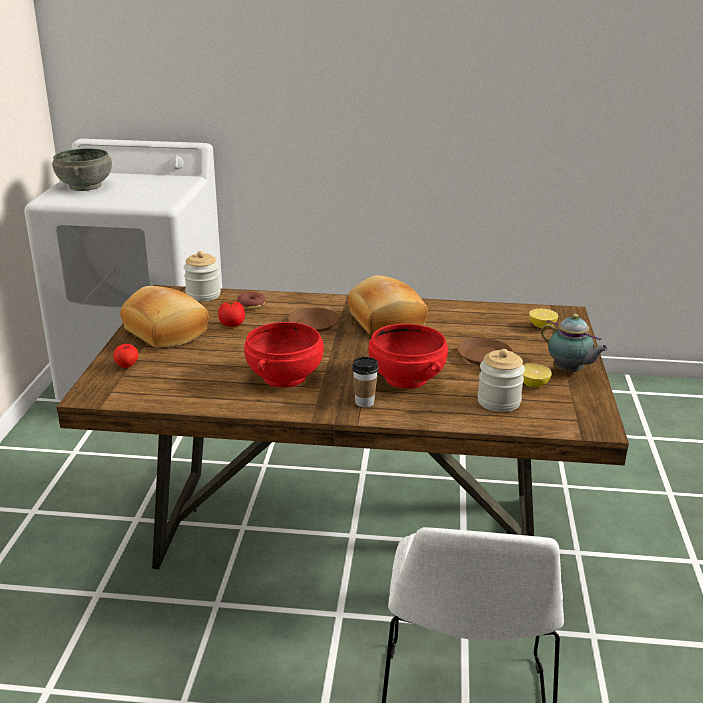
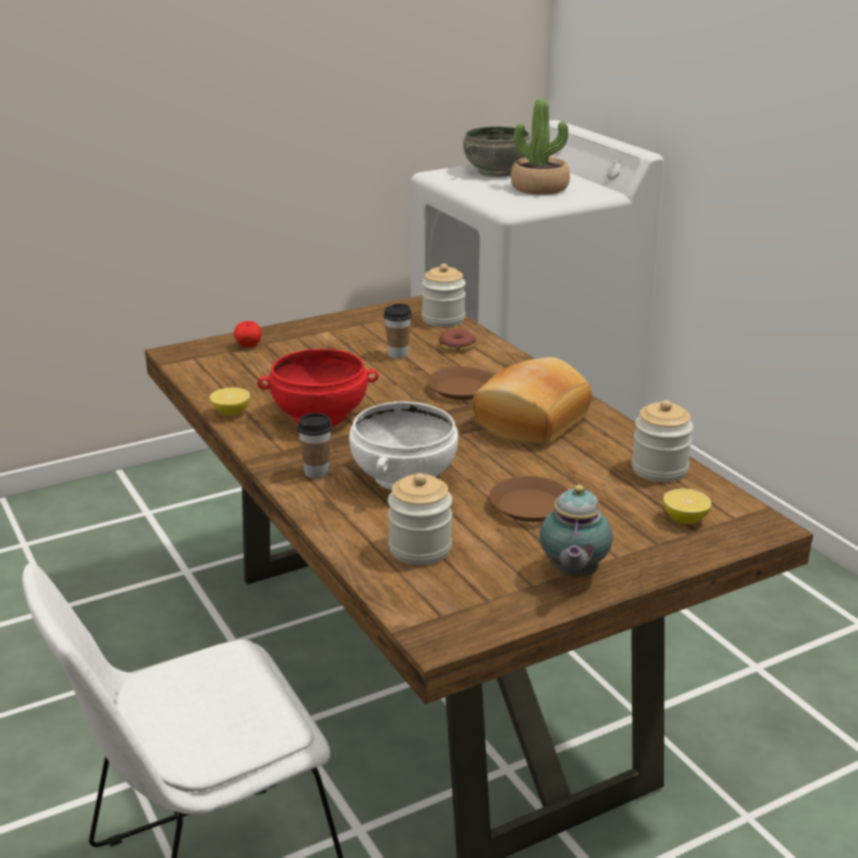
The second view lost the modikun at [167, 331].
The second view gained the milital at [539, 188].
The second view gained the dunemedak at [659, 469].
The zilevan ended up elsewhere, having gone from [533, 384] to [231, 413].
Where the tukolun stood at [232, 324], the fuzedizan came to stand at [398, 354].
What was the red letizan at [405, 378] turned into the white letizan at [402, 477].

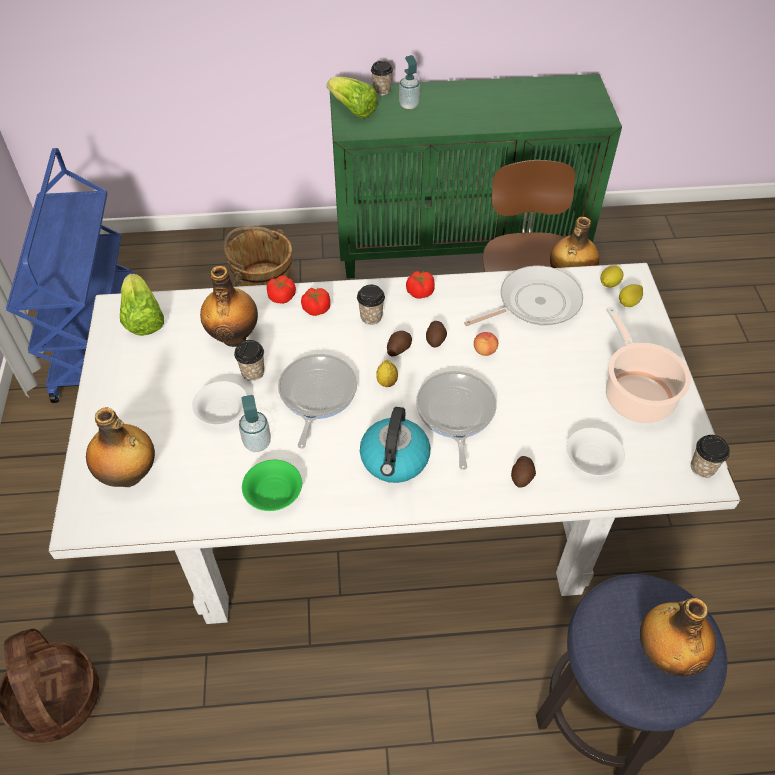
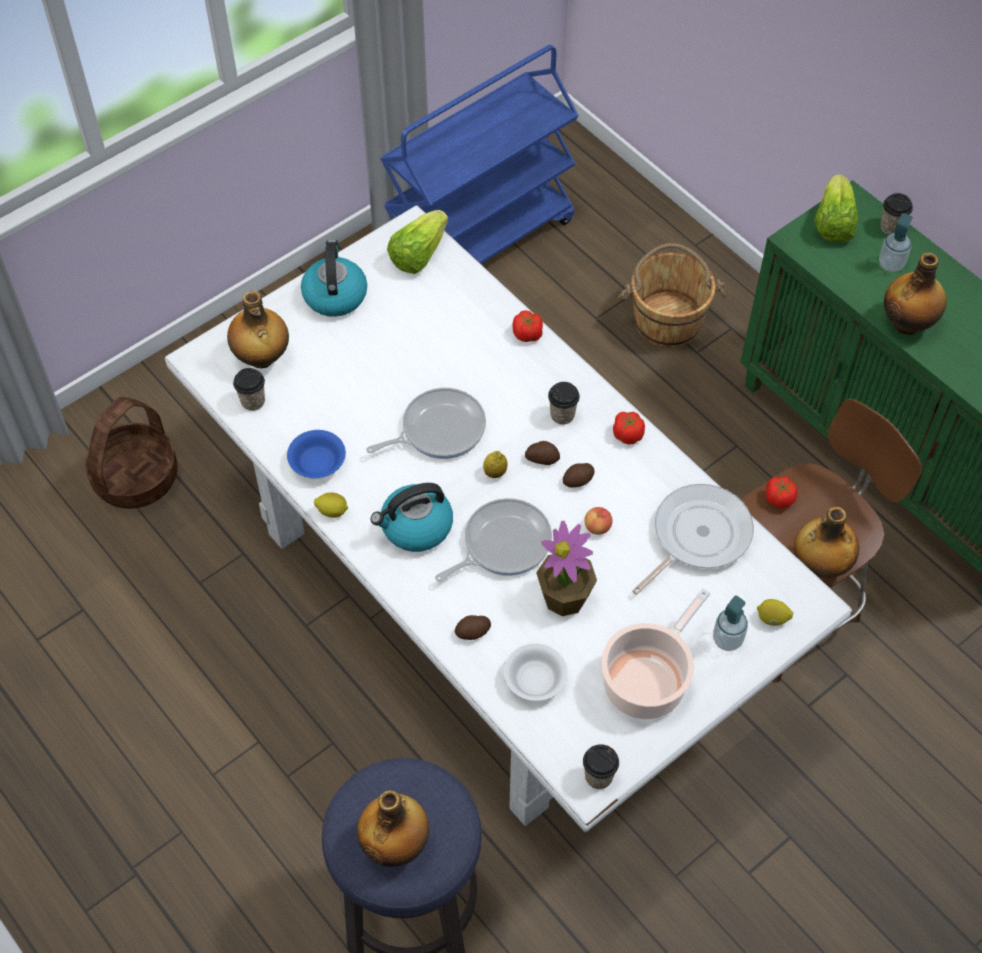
The second view lost the white letizan at [221, 412].
The second view gained the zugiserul at [334, 295].
The second view gained the milital at [565, 597].
The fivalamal ended up elsewhere, having gone from [234, 336] to [908, 323].
The fuzedizan ended up elsewhere, having gone from [253, 372] to [253, 401].
The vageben ended up elsewhere, having gone from [257, 443] to [727, 640].
The tukolun ended up elsewhere, having gone from [316, 309] to [779, 498].
The zilevan ended up elsewhere, having gone from [609, 284] to [332, 511].
What was the green letizan at [272, 493] turned into the blue letizan at [317, 462].
The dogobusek at [534, 303] ended up facing another way, 75 degrees counterclockwise from before.

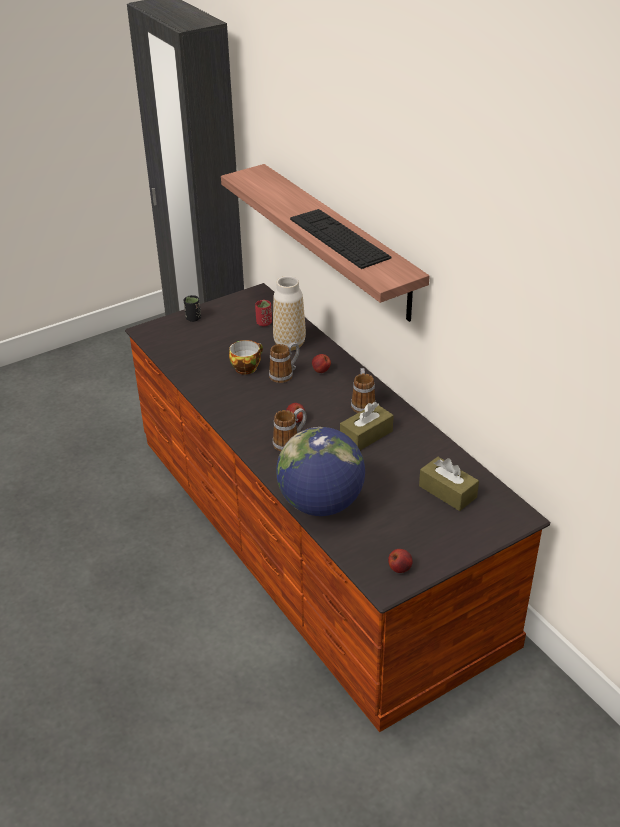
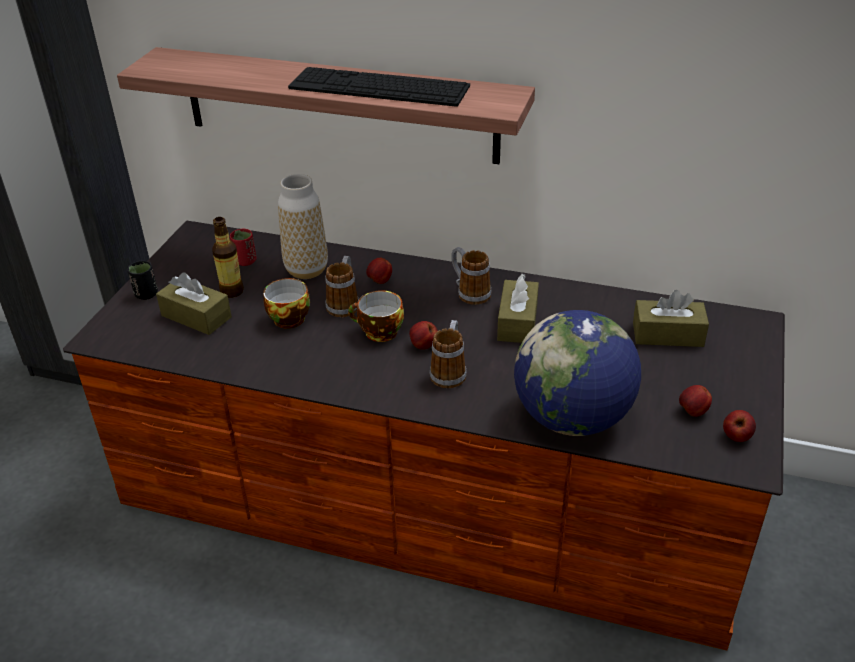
The second view gained the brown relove at [196, 316].
The second view gained the fivalamal at [232, 291].
The second view gained the fuzedizan at [378, 333].
The second view gained the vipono at [692, 412].

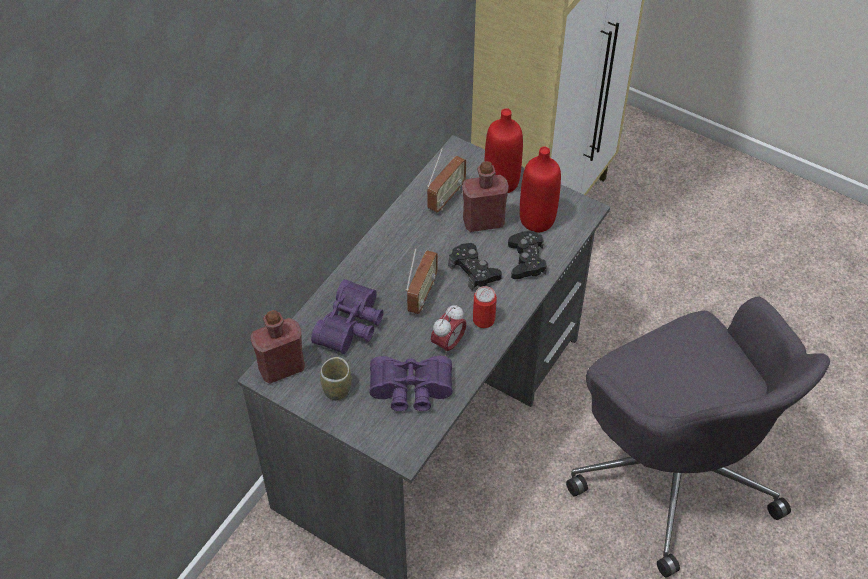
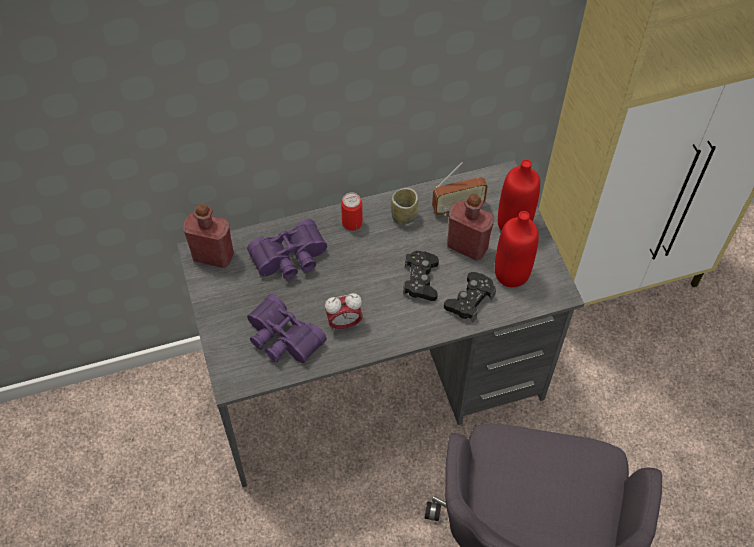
The second view lost the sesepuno at [422, 295].
The fuzedizan ended up elsewhere, having gone from [337, 389] to [404, 216].
The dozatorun ended up elsewhere, having gone from [483, 319] to [352, 223].

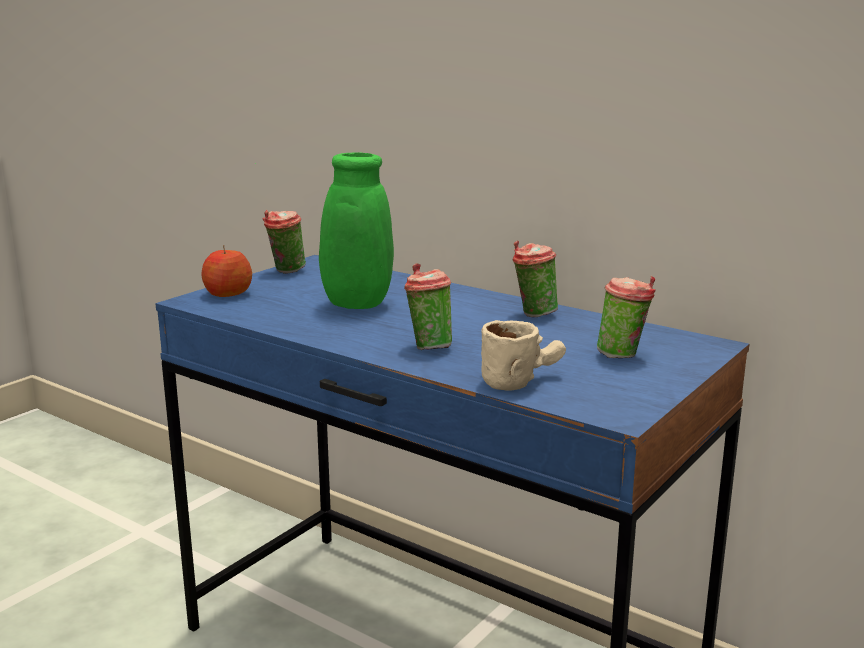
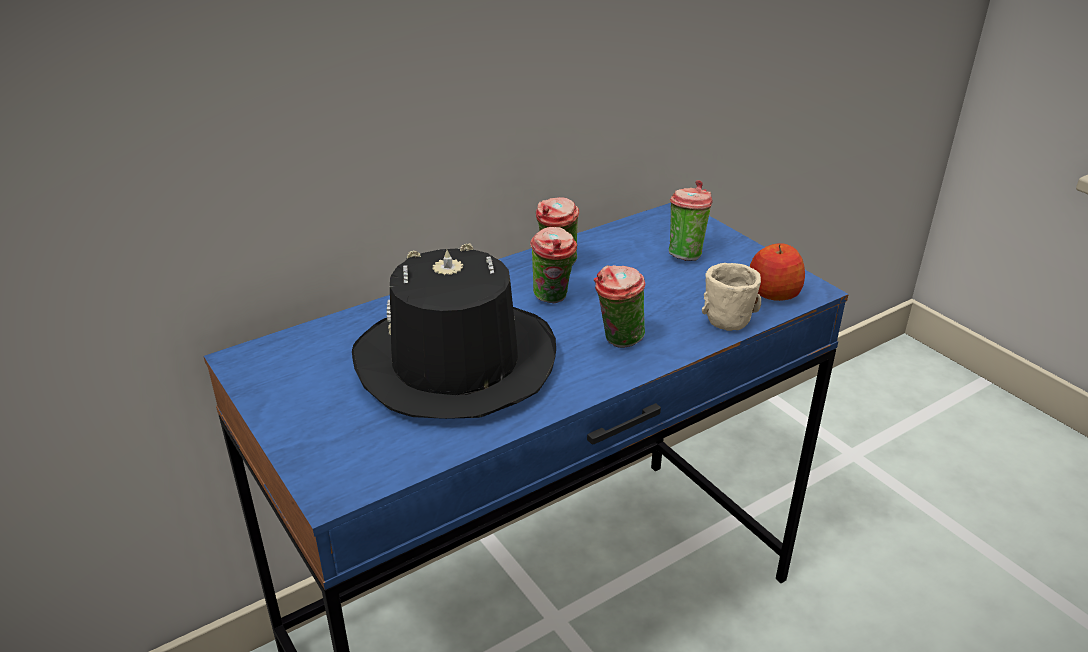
The vipono ended up elsewhere, having gone from [227, 293] to [773, 293].
The fuzedizan ended up elsewhere, having gone from [286, 271] to [553, 299].
Where the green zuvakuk stood at [352, 305], the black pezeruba came to stand at [455, 363].

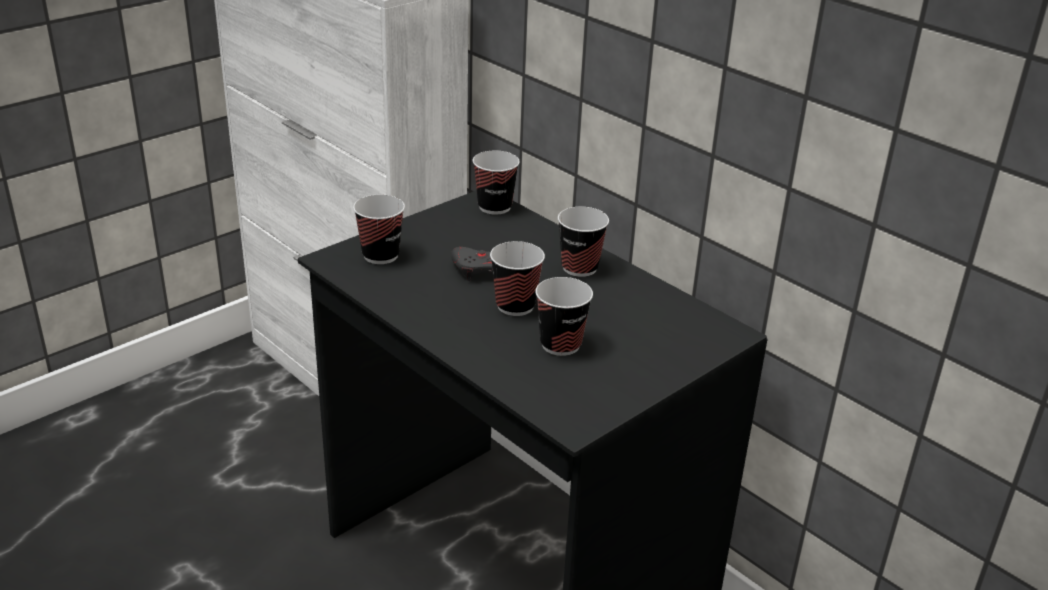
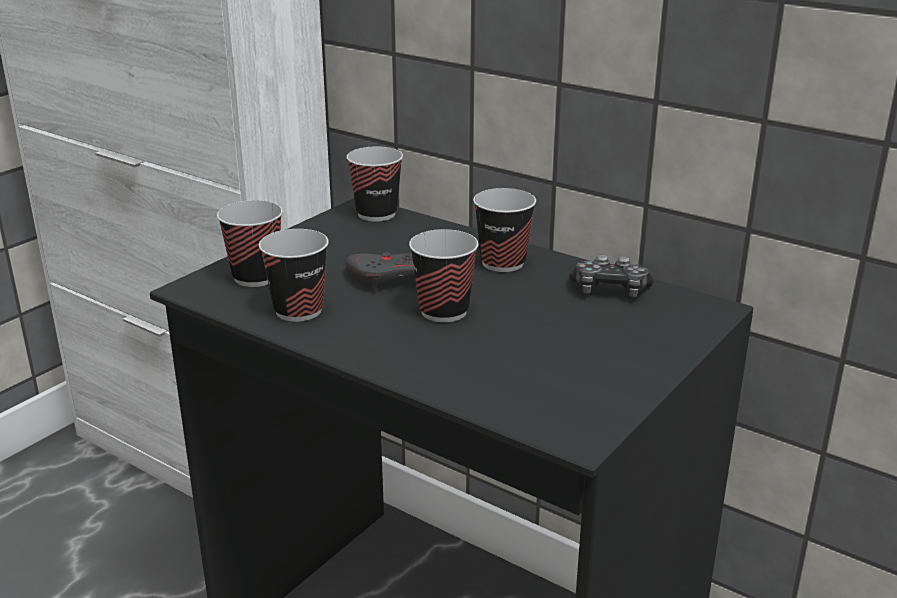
The second view gained the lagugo at [610, 291].
The fuzedizan ended up elsewhere, having gone from [560, 344] to [298, 310].

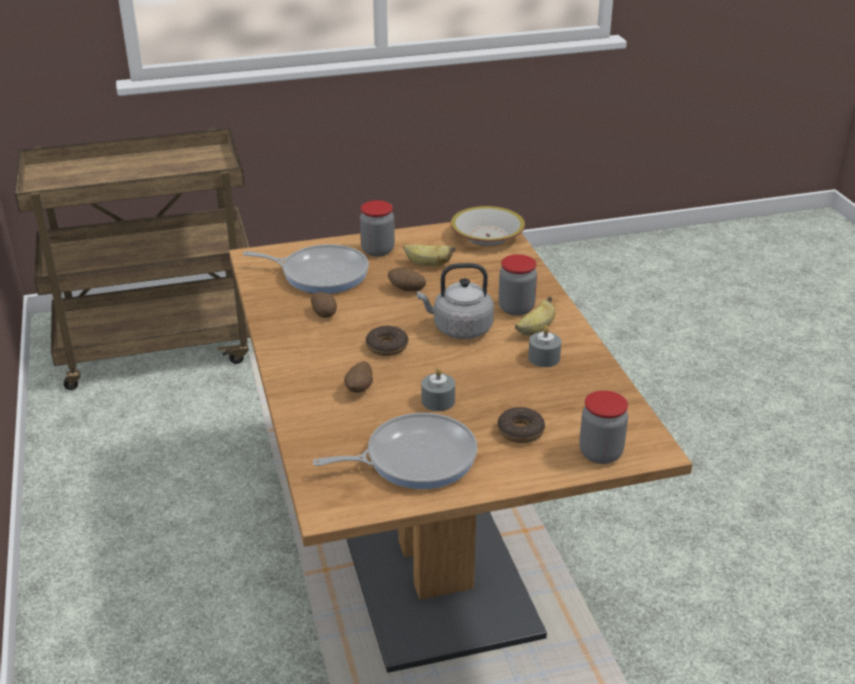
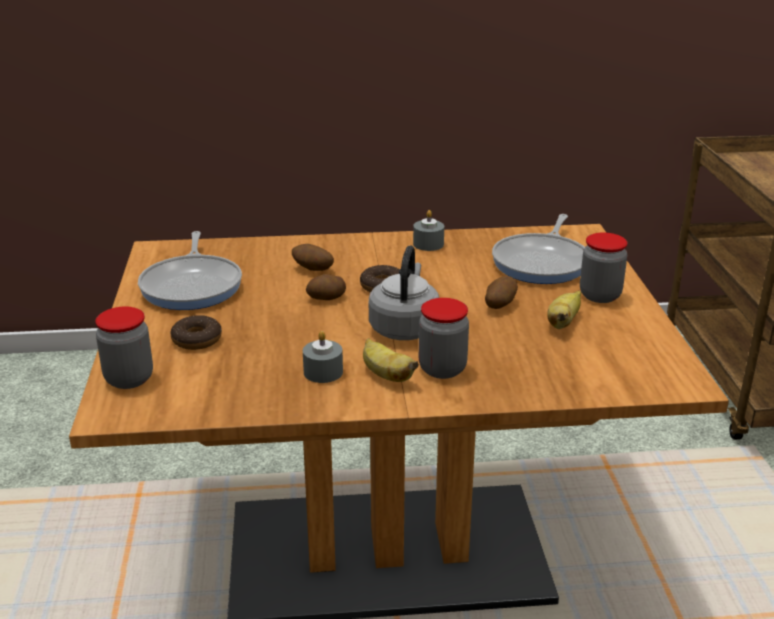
The second view lost the letizan at [487, 236].
The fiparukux ended up elsewhere, having gone from [325, 313] to [327, 298].
The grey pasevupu ended up elsewhere, having gone from [438, 401] to [428, 244].

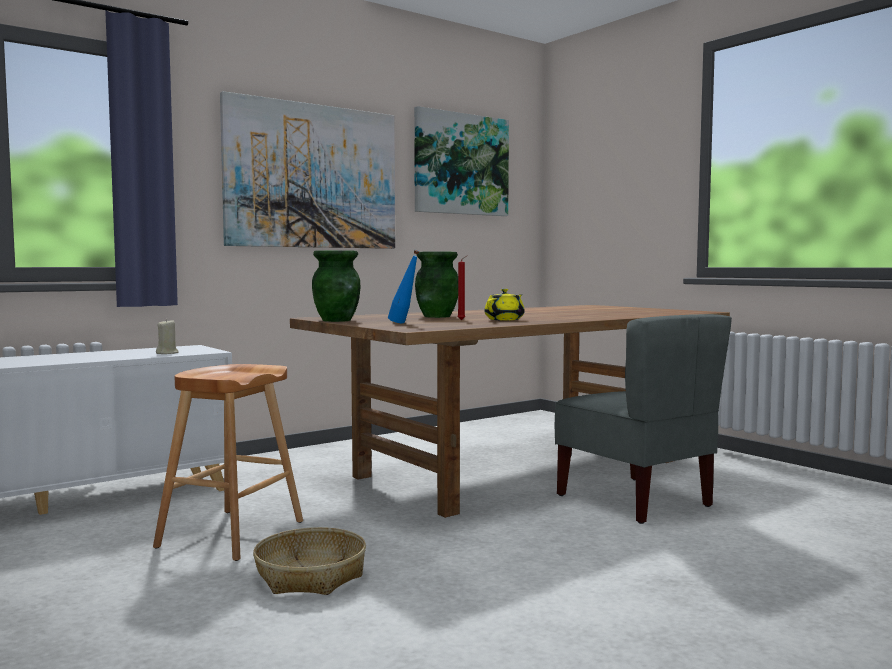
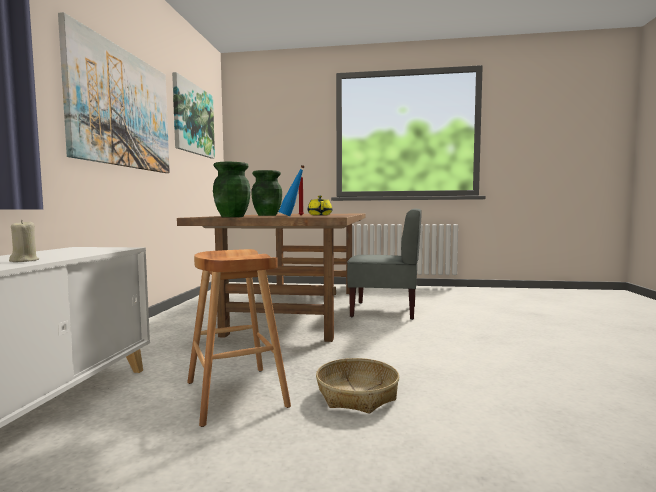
The beige pasevupu ended up elsewhere, having gone from [167, 353] to [24, 261].

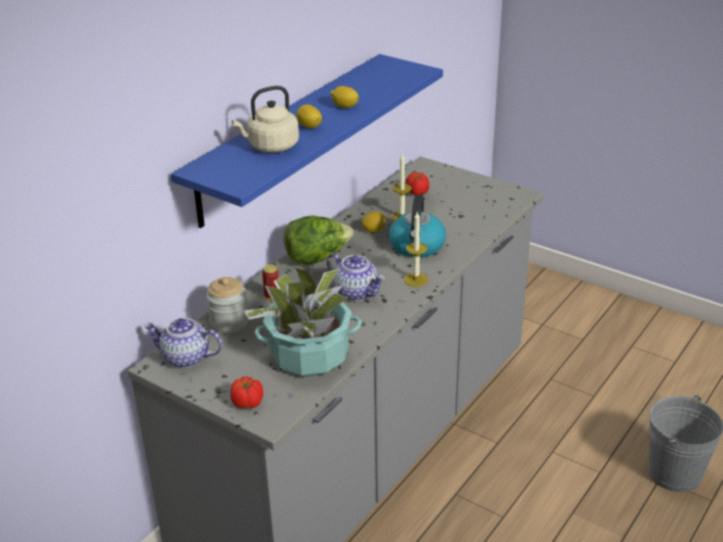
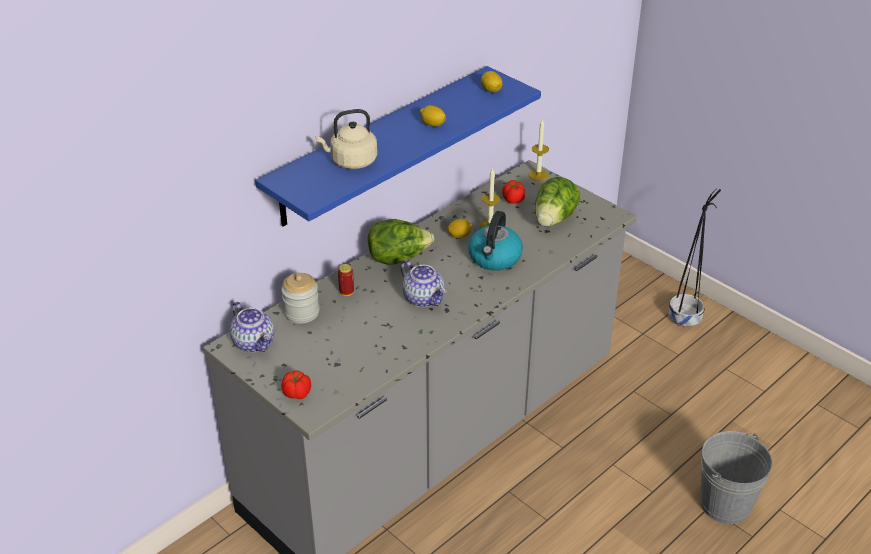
The second view lost the milital at [309, 355].
The second view gained the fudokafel at [554, 220].
The second view gained the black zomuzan at [685, 318].
The zilevan ended up elsewhere, having gone from [309, 126] to [491, 90].
The pasevupu ended up elsewhere, having gone from [416, 279] to [538, 175].
The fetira at [185, 358] ended up facing another way, 150 degrees counterclockwise from before.

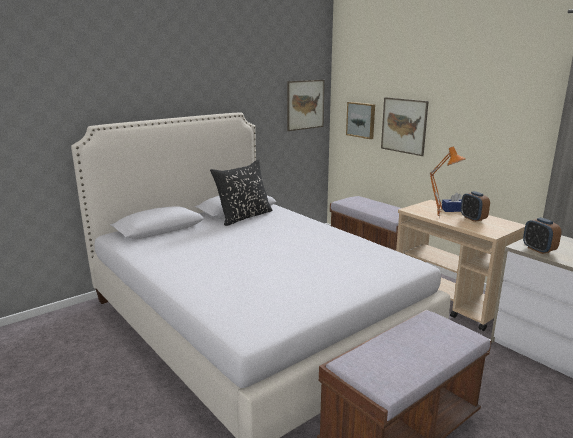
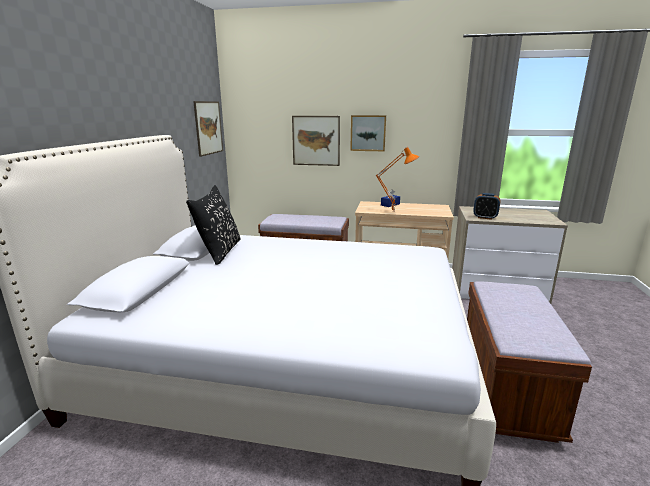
The second view lost the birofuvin at [473, 218].
The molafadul ended up elsewhere, having gone from [361, 120] to [368, 133].

